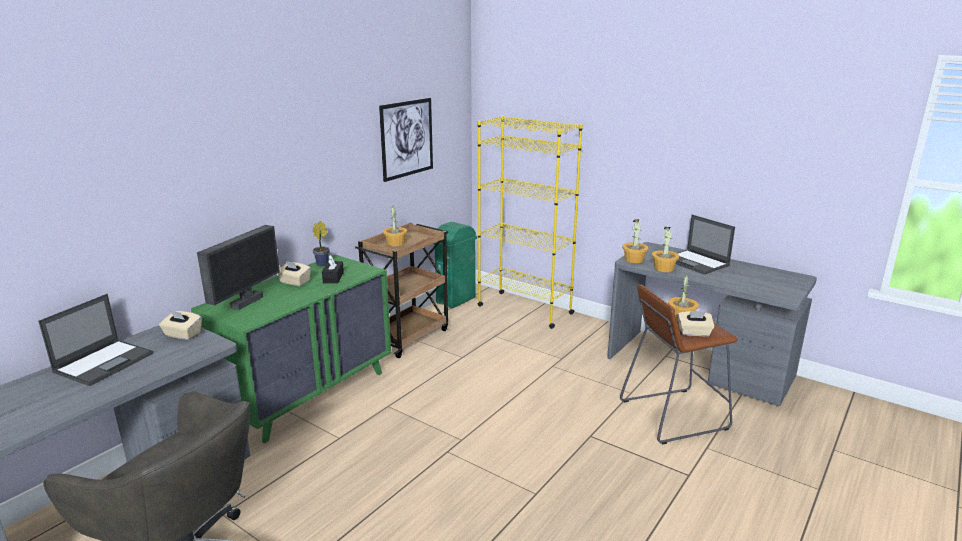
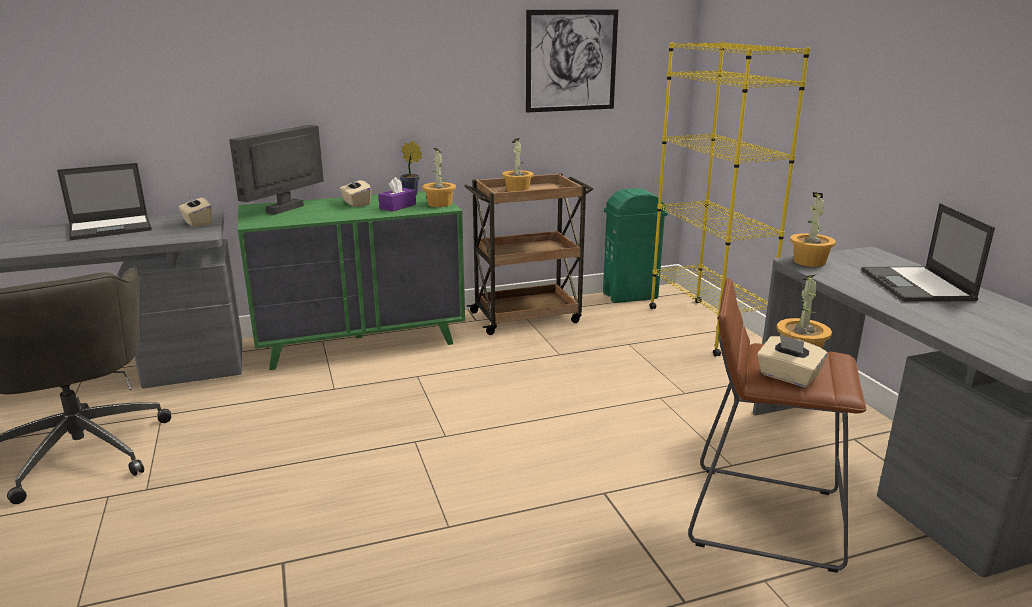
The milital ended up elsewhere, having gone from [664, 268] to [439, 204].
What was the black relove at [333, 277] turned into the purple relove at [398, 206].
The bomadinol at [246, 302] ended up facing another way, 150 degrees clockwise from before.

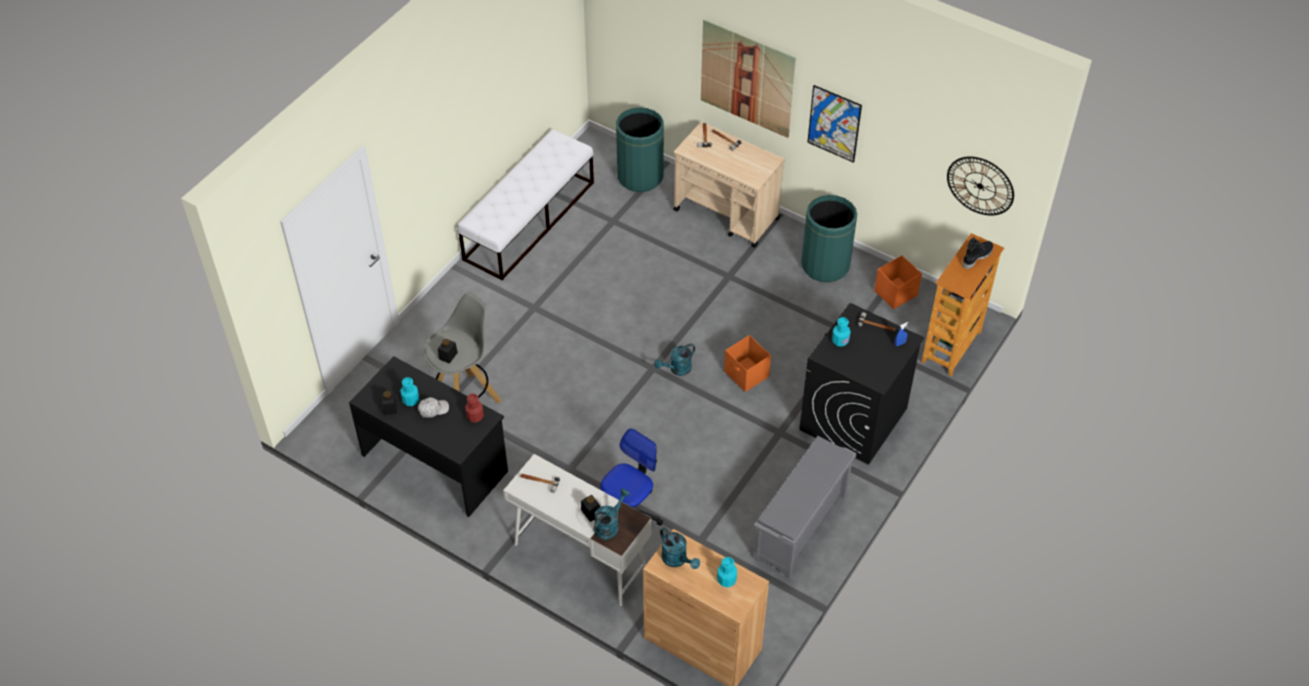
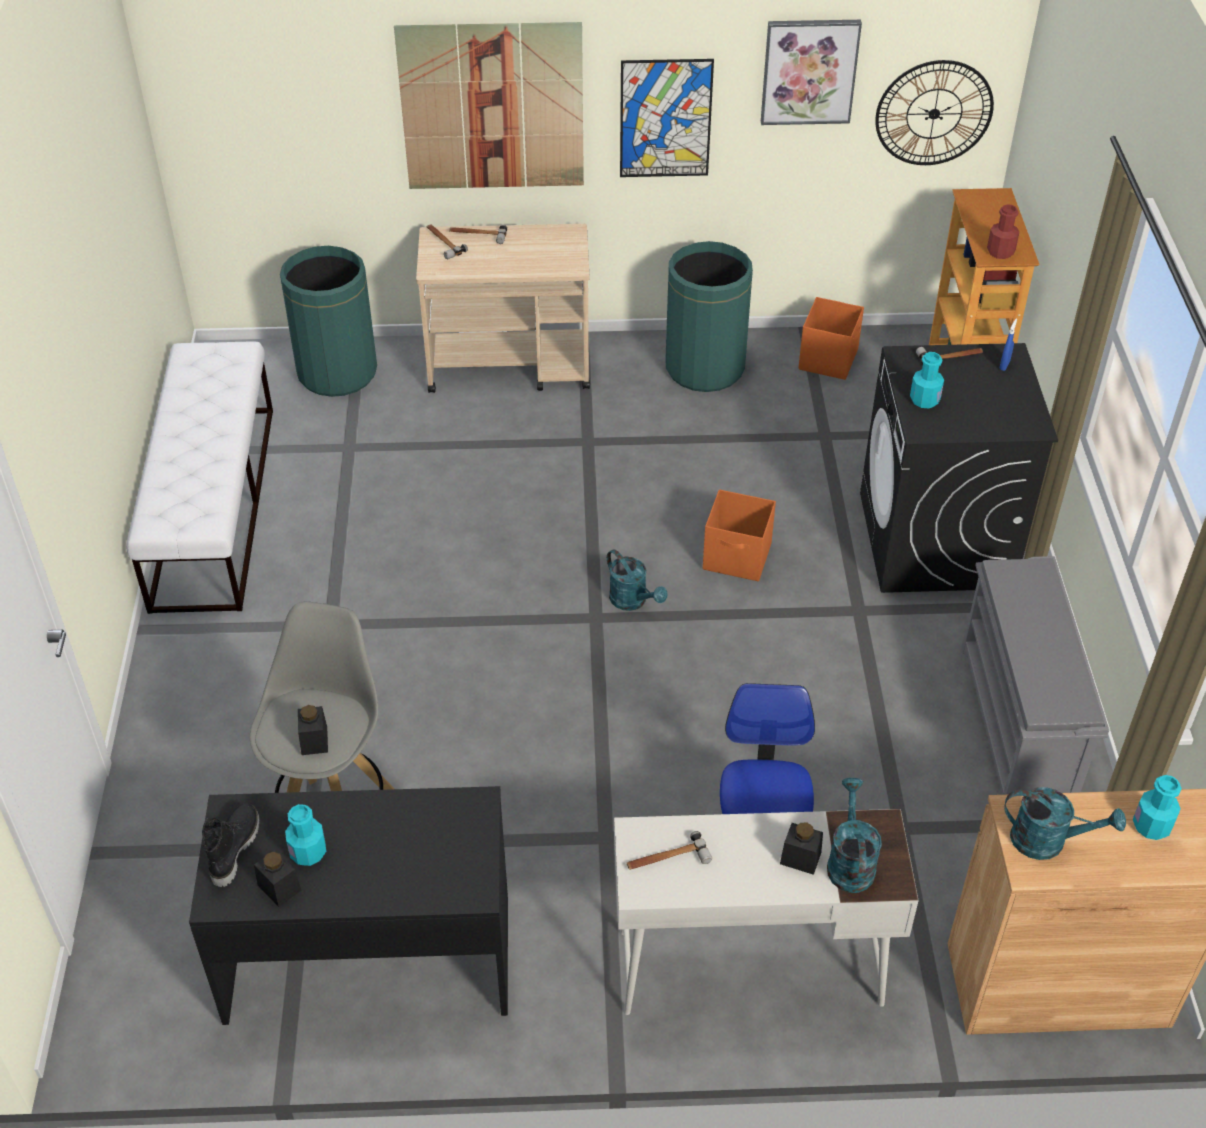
The second view lost the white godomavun at [433, 409].
The second view gained the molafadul at [809, 71].
The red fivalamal ended up elsewhere, having gone from [475, 416] to [1000, 252].
The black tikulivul ended up elsewhere, having gone from [976, 257] to [234, 848].
The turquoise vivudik at [677, 369] ended up facing another way, 60 degrees counterclockwise from before.

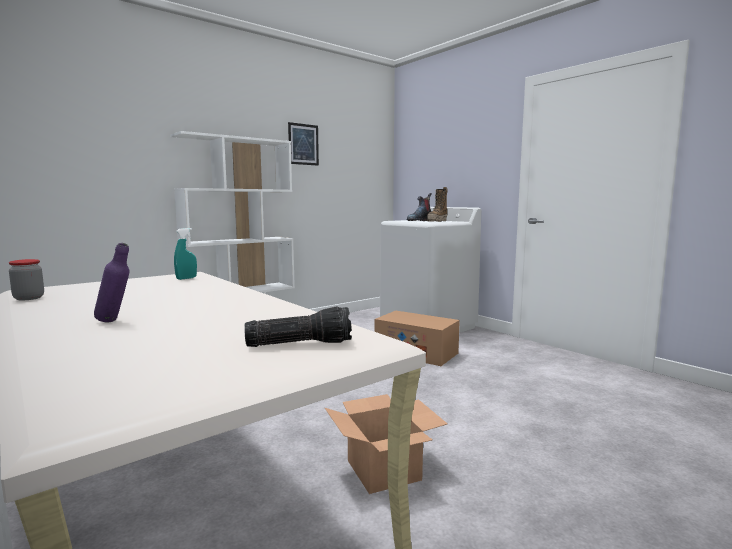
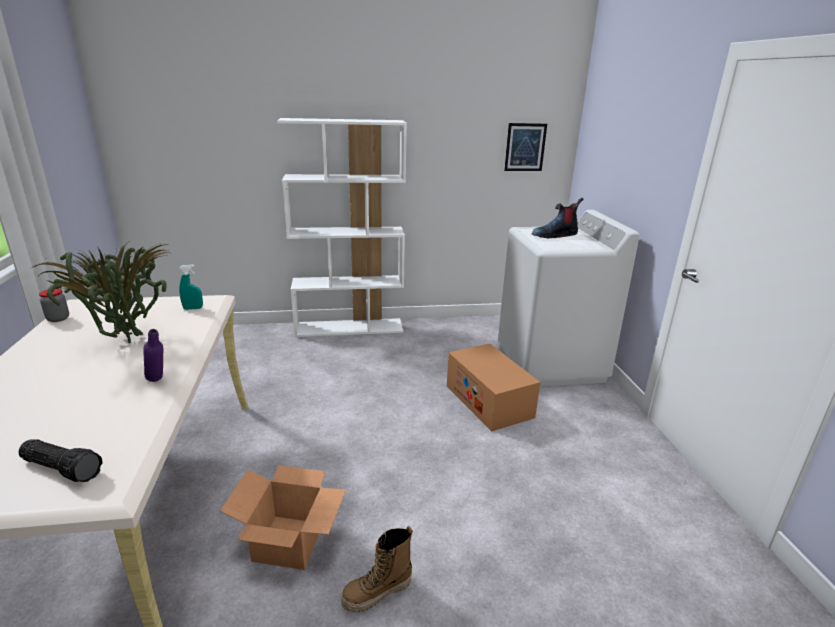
The second view gained the milital at [123, 341].
The purple fivalamal ended up elsewhere, having gone from [115, 321] to [158, 381].
The molafadul ended up elsewhere, having gone from [303, 144] to [525, 147].
The tikulivul ended up elsewhere, having gone from [437, 221] to [377, 593].

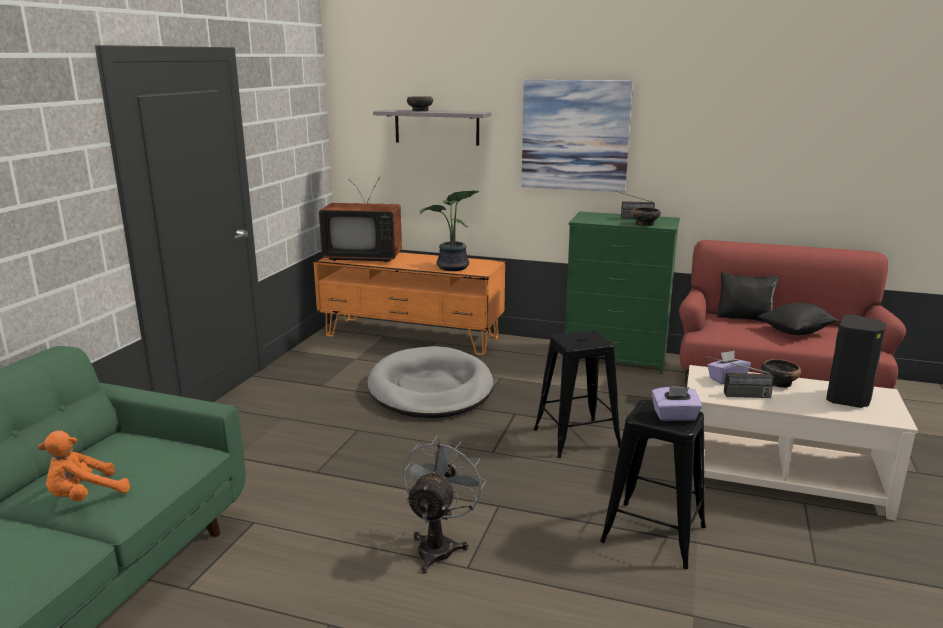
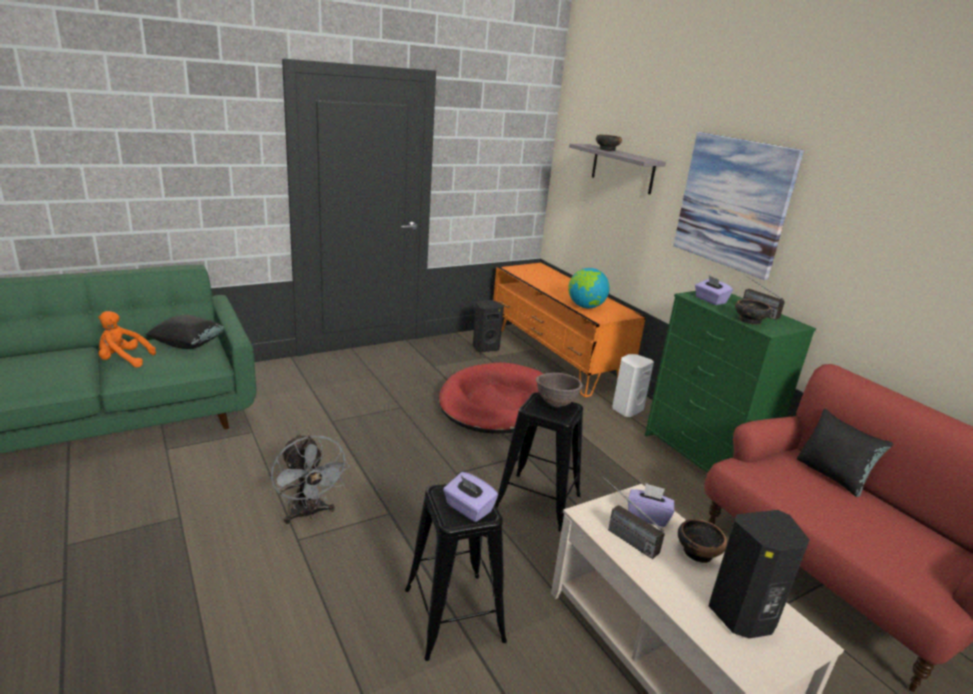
The second view lost the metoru at [363, 256].
The second view gained the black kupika at [485, 348].
The second view gained the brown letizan at [556, 404].
The second view gained the white kupika at [626, 409].
The second view gained the purple relove at [710, 300].
The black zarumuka ended up elsewhere, having gone from [795, 332] to [189, 344].
Where the milital stood at [452, 268], the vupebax came to stand at [585, 307].
What was the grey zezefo at [431, 389] turned into the red zezefo at [498, 403].
The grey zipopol at [439, 546] ended up facing another way, 90 degrees clockwise from before.

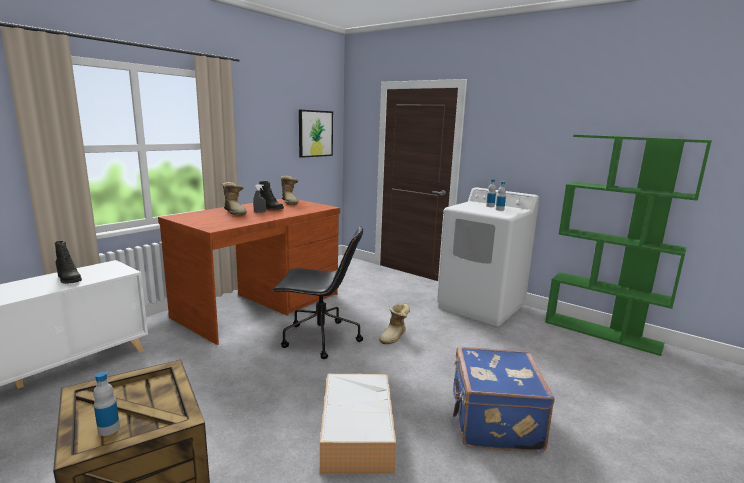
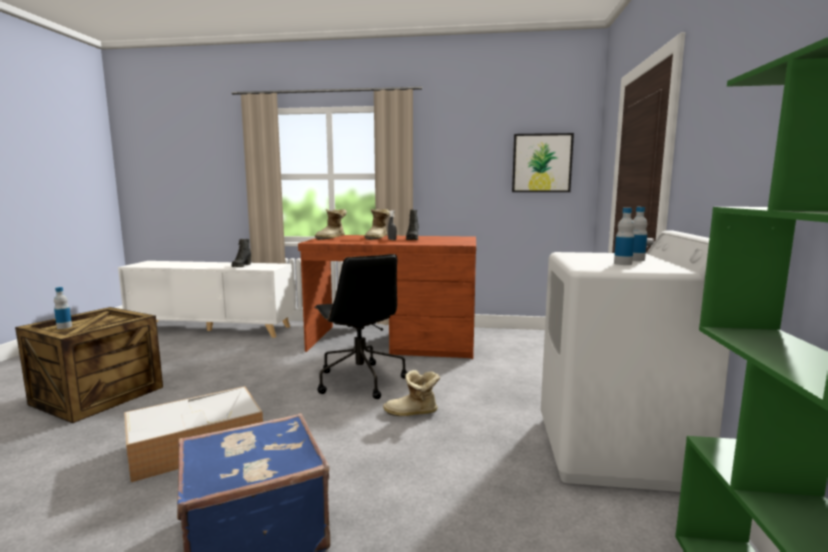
The tikulivul ended up elsewhere, having gone from [290, 202] to [332, 238].

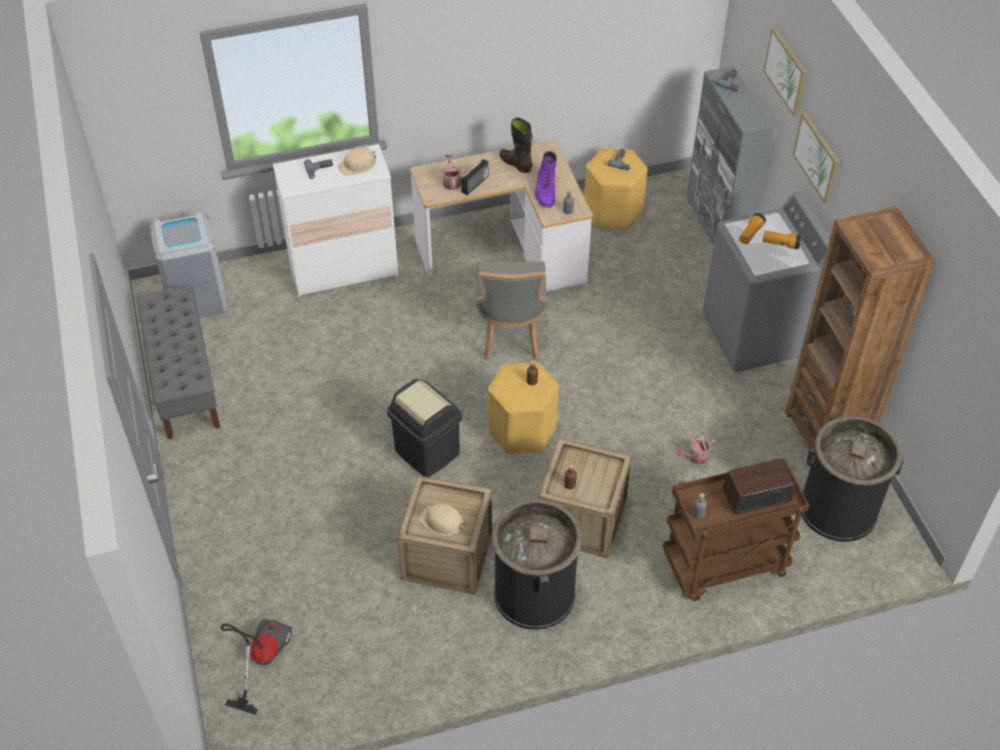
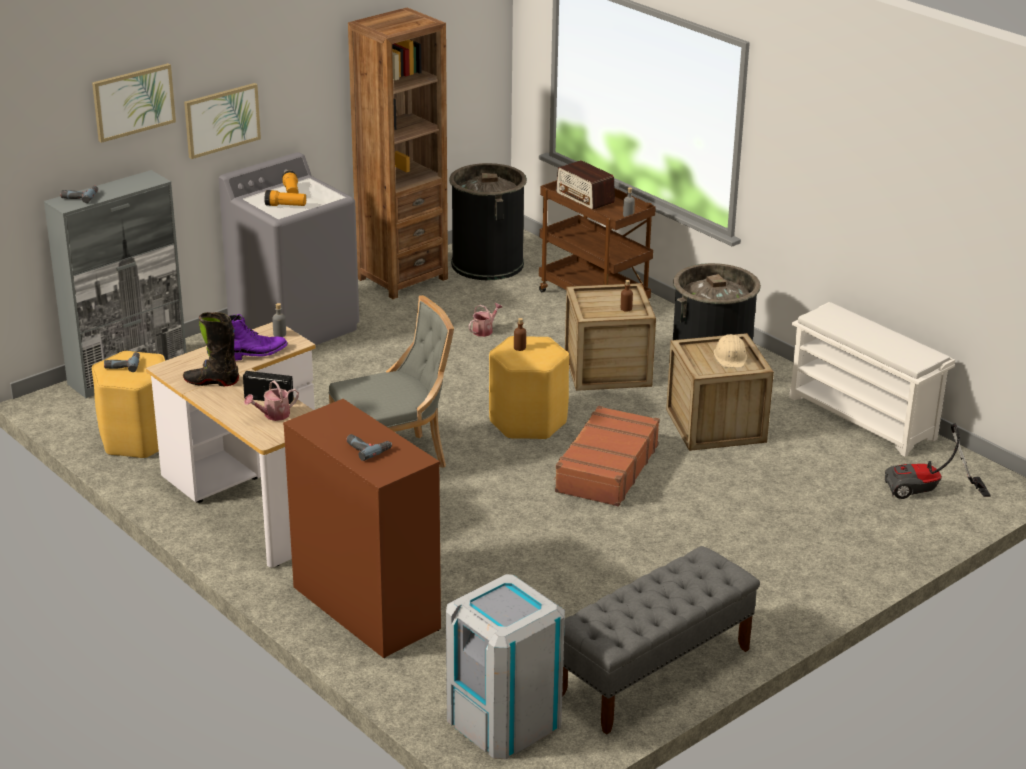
The second view lost the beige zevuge at [358, 164].
The second view gained the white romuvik at [864, 418].
Where the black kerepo stood at [426, 452], the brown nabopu came to stand at [606, 469].
What was the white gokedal at [344, 270] turned into the brown gokedal at [366, 608].
The black tikulivul at [516, 164] ended up facing another way, 75 degrees clockwise from before.
The vivudik at [695, 457] ended up facing another way, 90 degrees counterclockwise from before.

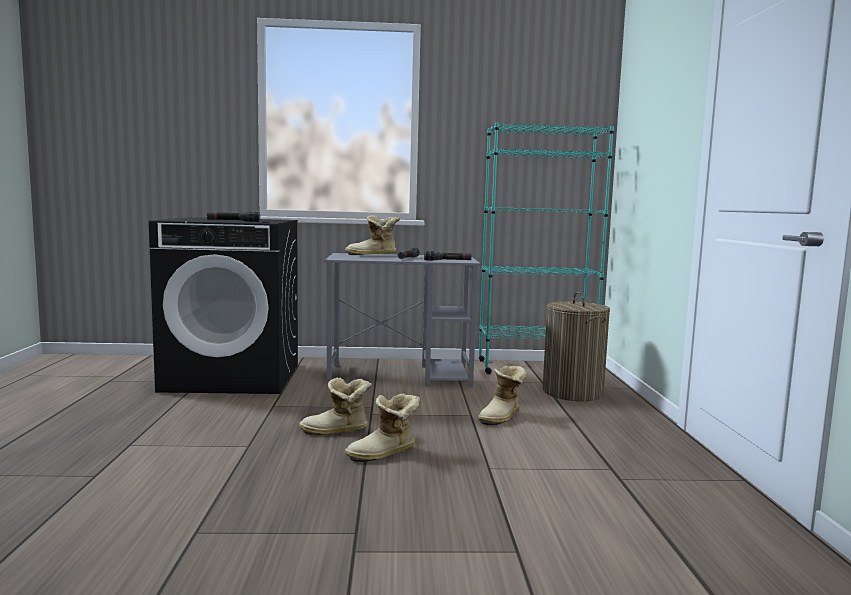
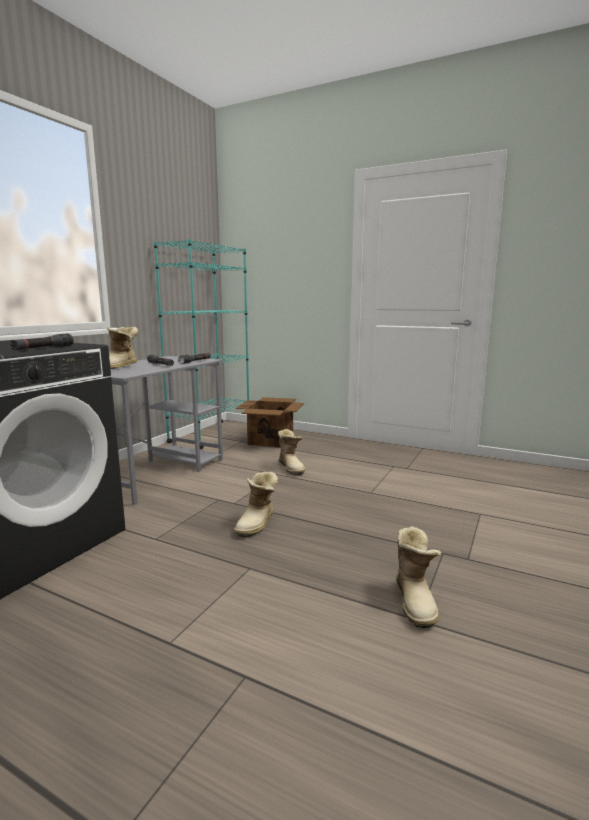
The tikulivul ended up elsewhere, having gone from [384, 454] to [416, 600].
Where the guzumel stood at [572, 392], the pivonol came to stand at [271, 440].

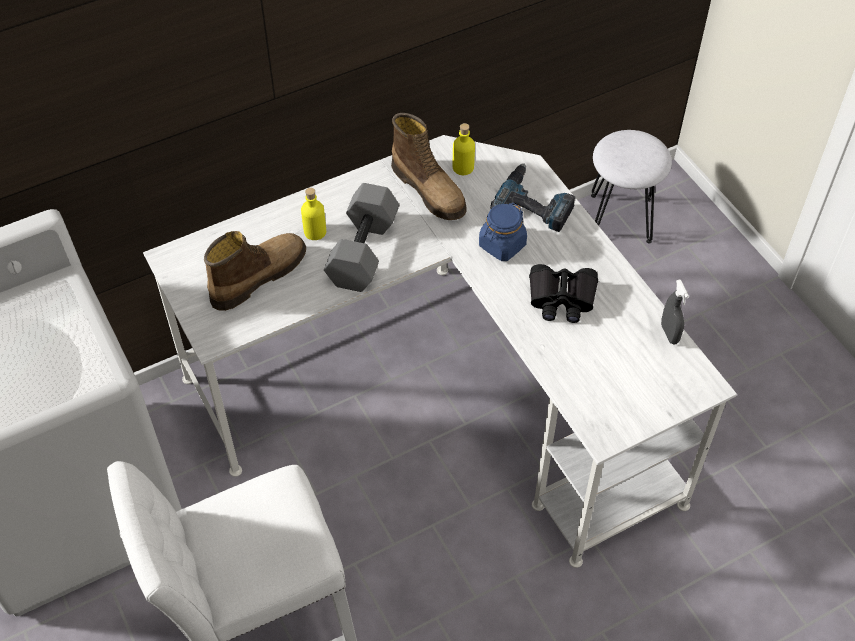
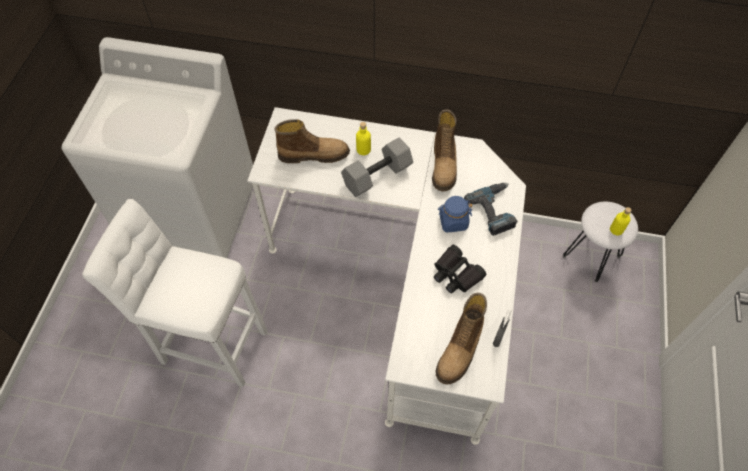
The second view gained the tikulivul at [461, 349].
The yellow fivalamal ended up elsewhere, having gone from [463, 167] to [616, 229].

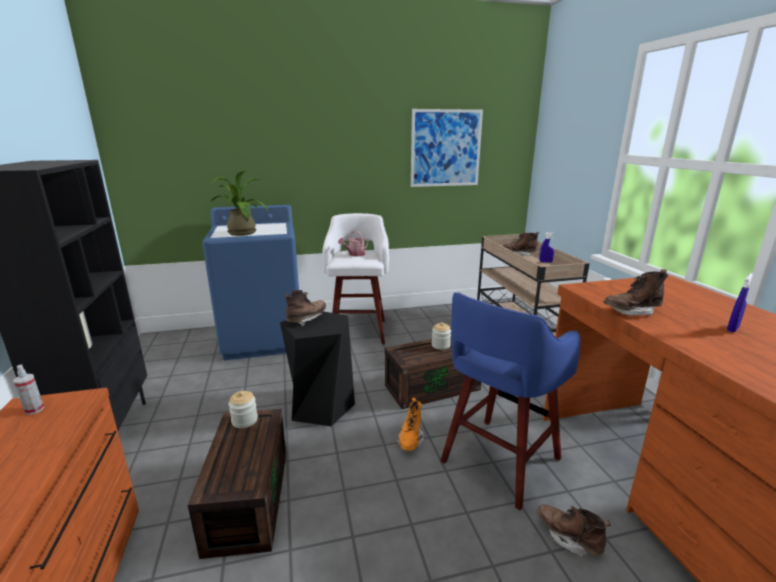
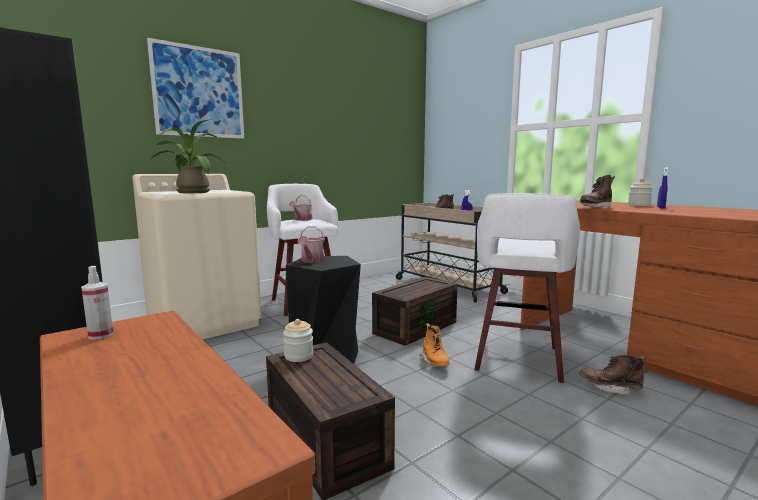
The molafadul ended up elsewhere, having gone from [446, 148] to [199, 92].
The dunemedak ended up elsewhere, having gone from [440, 345] to [639, 205].
Where the brown tikulivul stood at [307, 319], the vivudik came to stand at [311, 260].
What was the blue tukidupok at [264, 338] turned into the beige tukidupok at [205, 323].
What was the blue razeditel at [498, 462] turned into the white razeditel at [517, 360].

